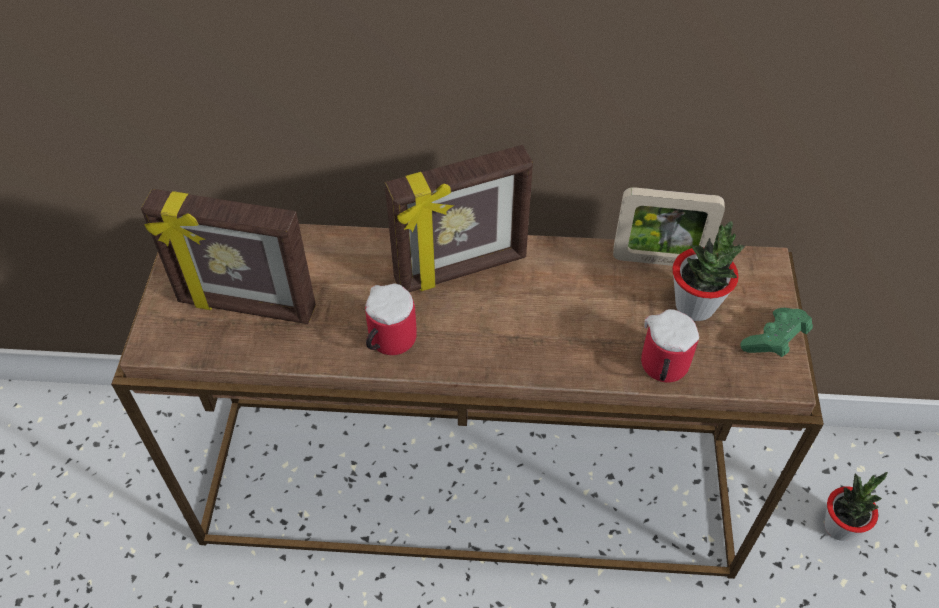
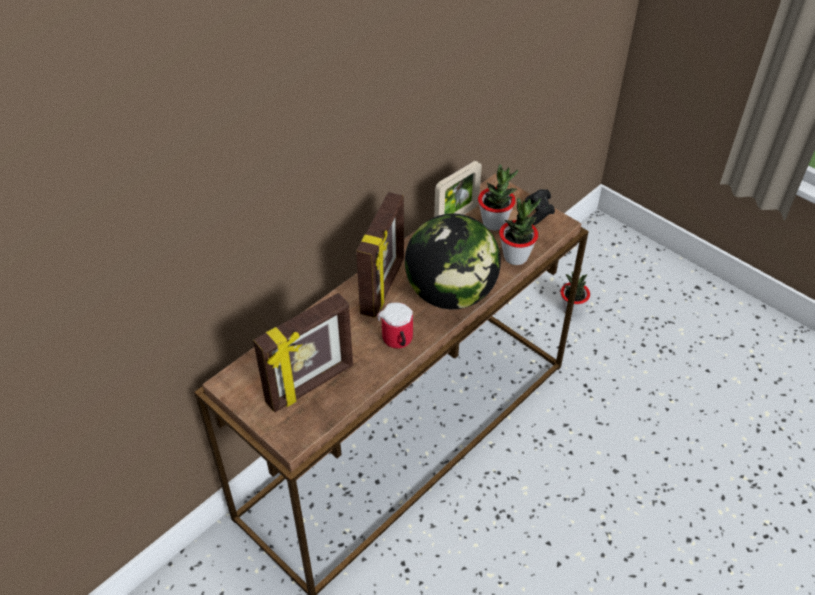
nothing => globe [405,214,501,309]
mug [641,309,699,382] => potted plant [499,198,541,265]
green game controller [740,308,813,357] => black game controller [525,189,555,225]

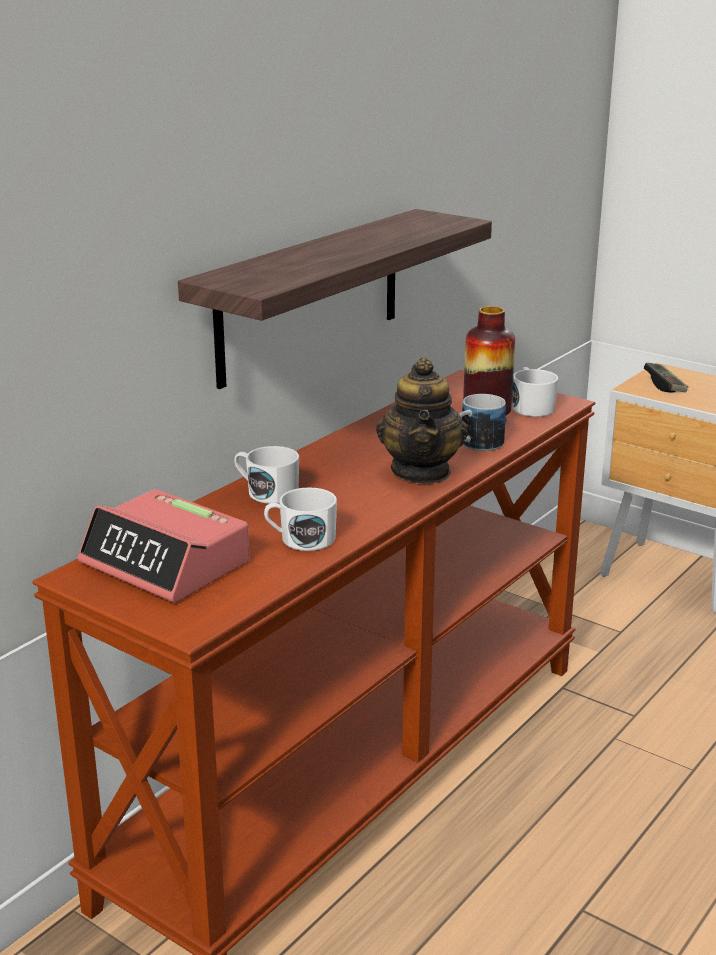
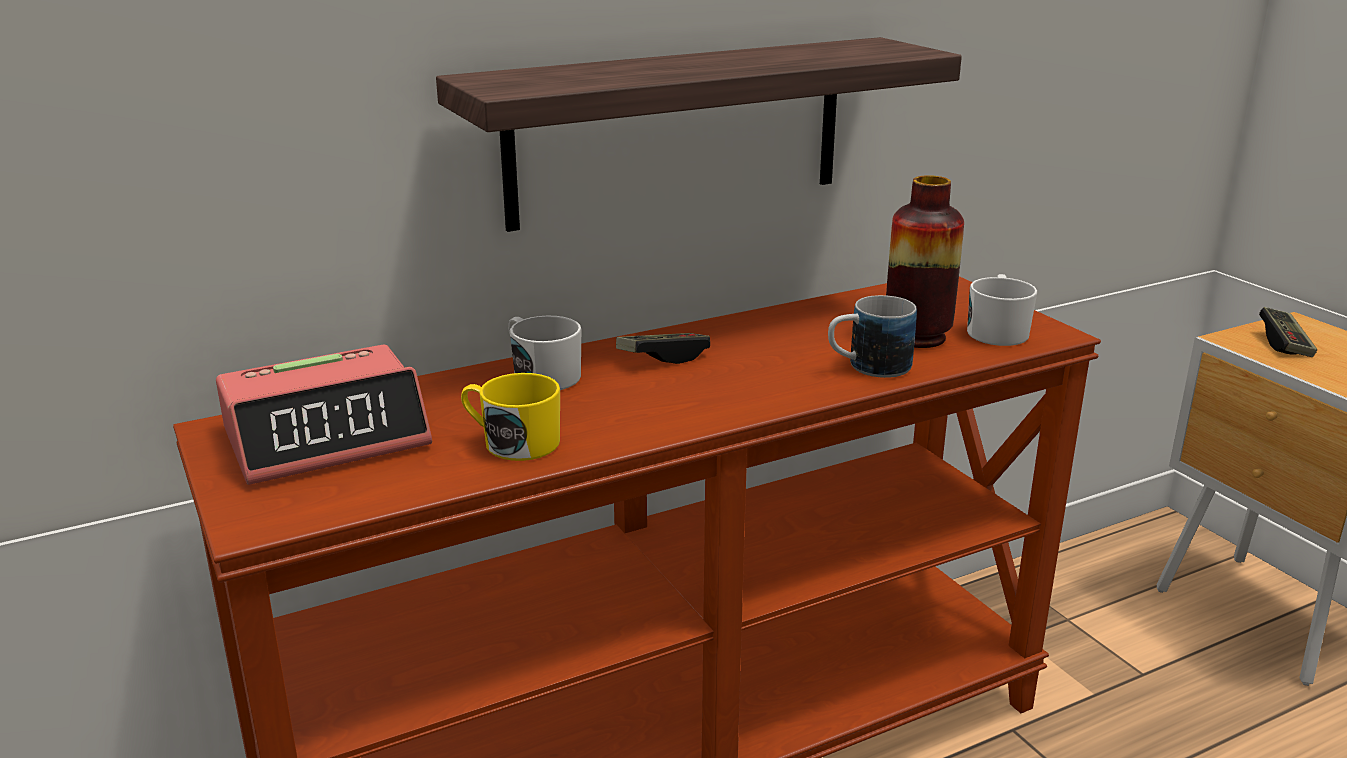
teapot [376,357,468,484] => nothing
nothing => game controller [616,333,710,364]
white mug [264,487,337,551] => yellow mug [461,373,560,461]
alarm clock [78,489,250,602] => alarm clock [216,344,432,485], 90 degrees counterclockwise

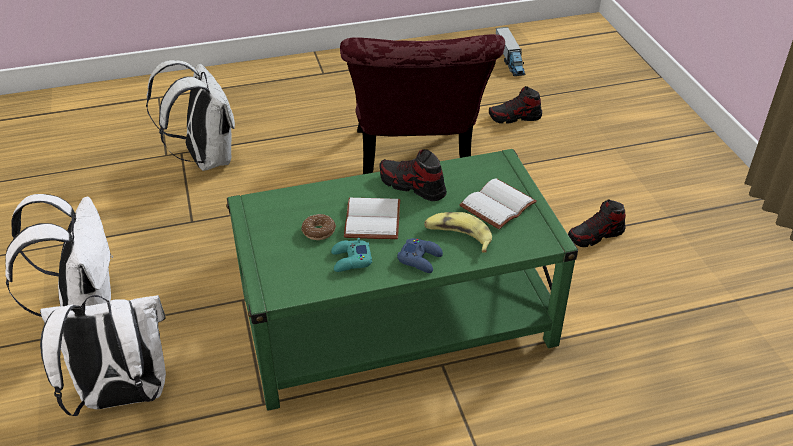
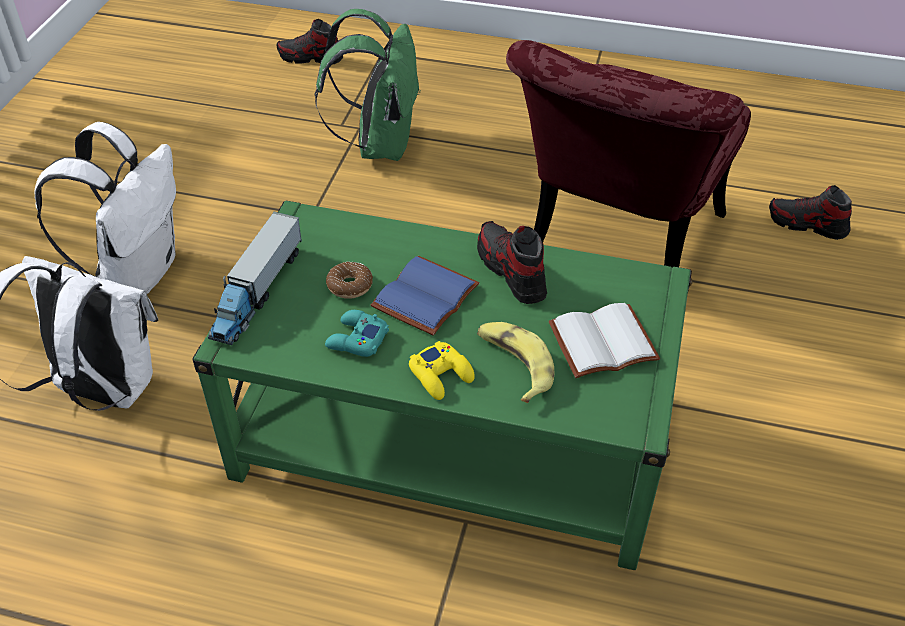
toy truck [496,27,525,76] => toy truck [208,212,302,345], moved
shoe [568,200,626,247] => shoe [276,19,343,64], moved
white backpack [146,60,235,171] => green backpack [315,9,421,161]
white book [344,198,400,239] => blue book [371,256,479,336]
blue game controller [397,238,443,273] => yellow game controller [409,341,475,400]

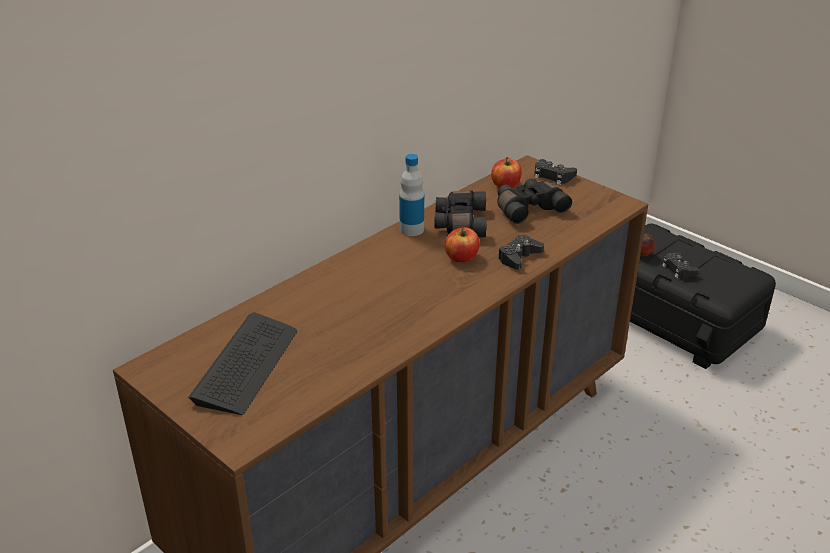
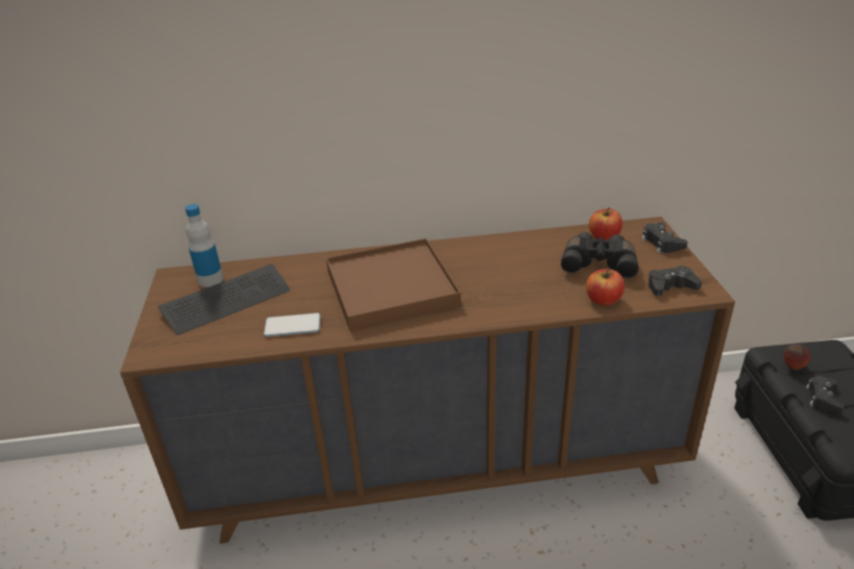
black binoculars [434,190,487,237] => nothing
nothing => phone [264,313,321,337]
nothing => brown tray [326,238,461,331]
bottle [399,154,424,236] => bottle [185,204,223,287], moved
apple [445,226,479,263] => apple [586,268,624,306], moved
black game controller [498,235,544,269] => black game controller [648,265,702,296], moved

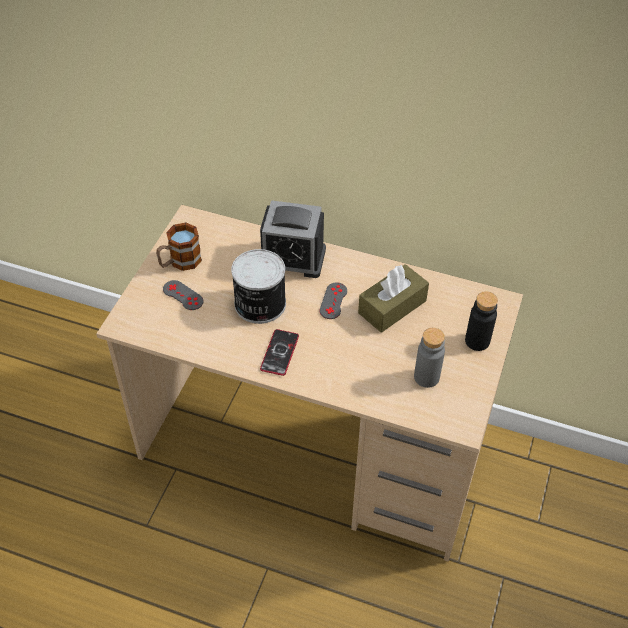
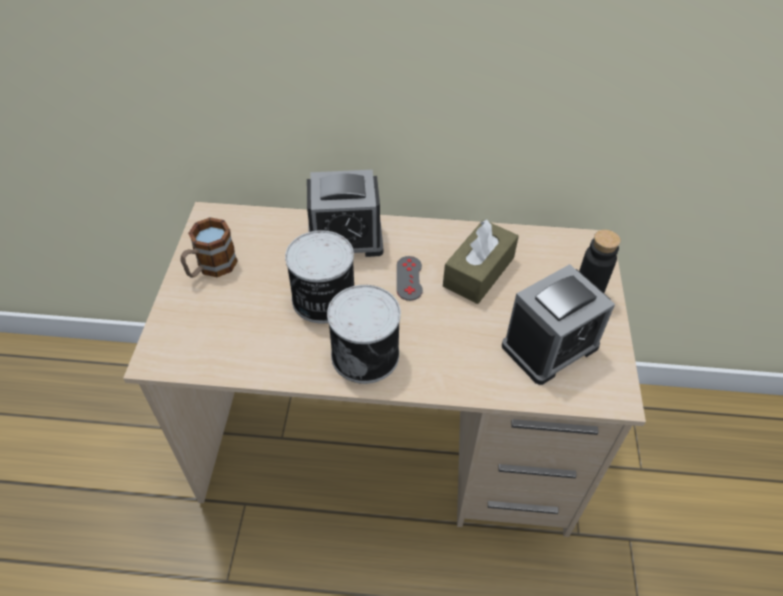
grey game controller [163,280,204,310] => nothing
phone [260,329,299,376] => can [327,285,401,384]
grey bottle [414,328,445,388] => alarm clock [502,264,615,385]

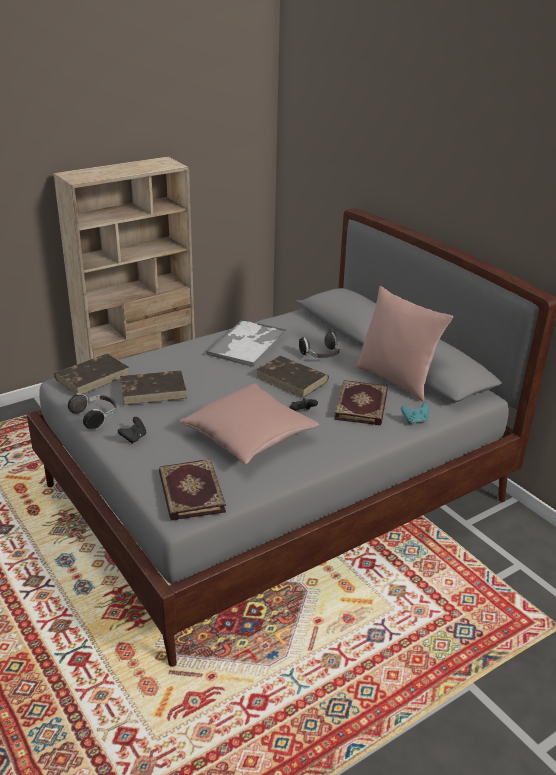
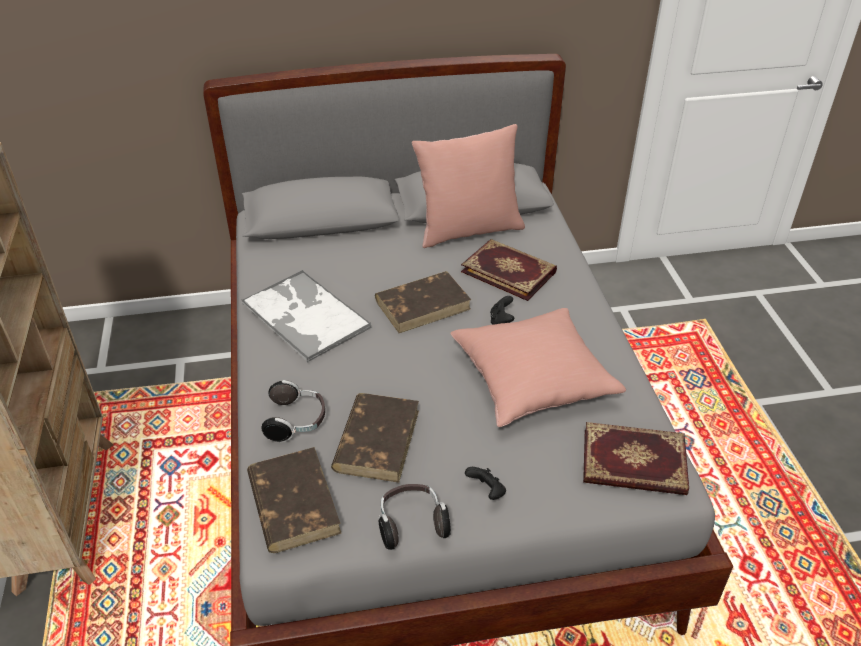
turquoise game controller [401,403,429,424] => nothing
headphones [299,332,340,358] => headphones [262,380,325,443], moved

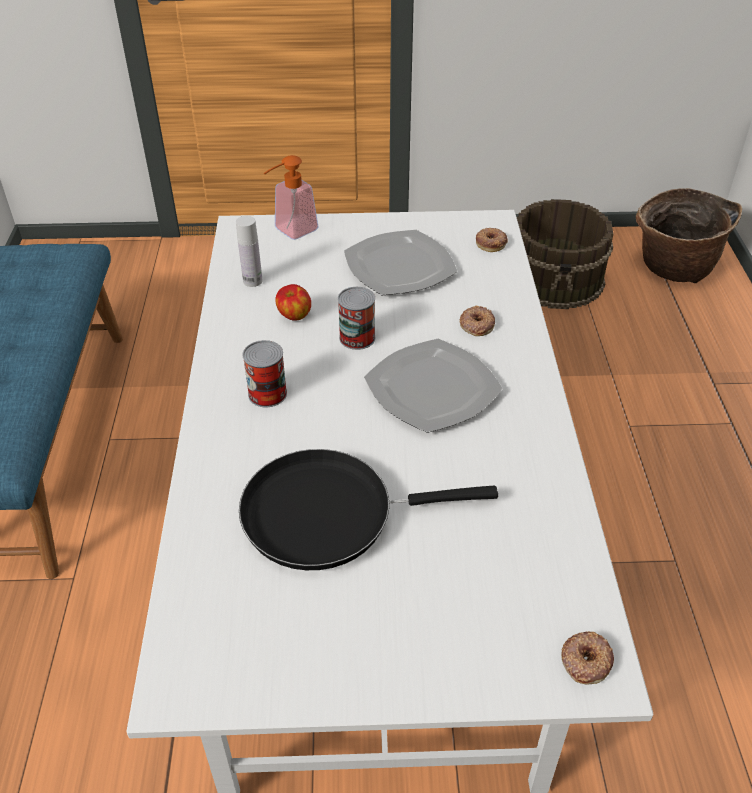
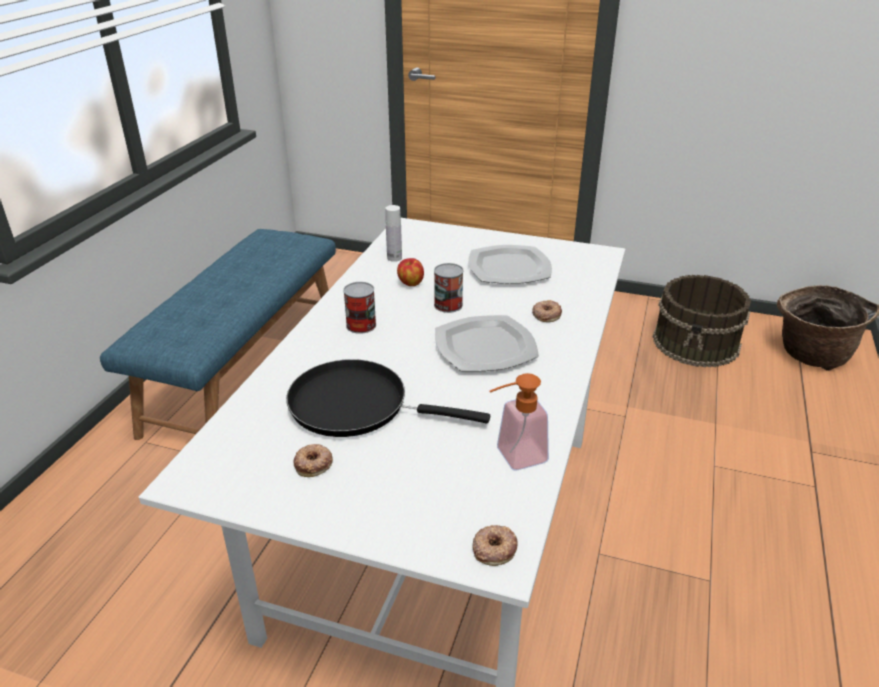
soap dispenser [264,155,319,240] => soap dispenser [489,373,549,470], moved
donut [476,228,508,252] => donut [293,444,333,477], moved

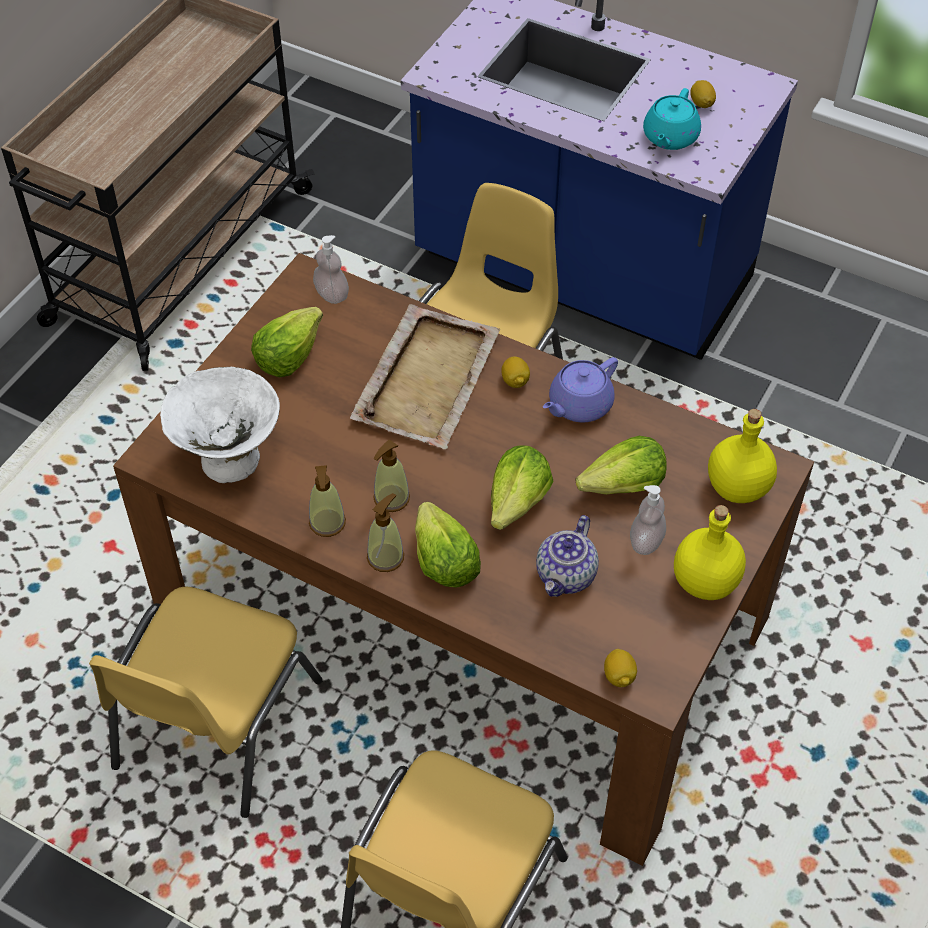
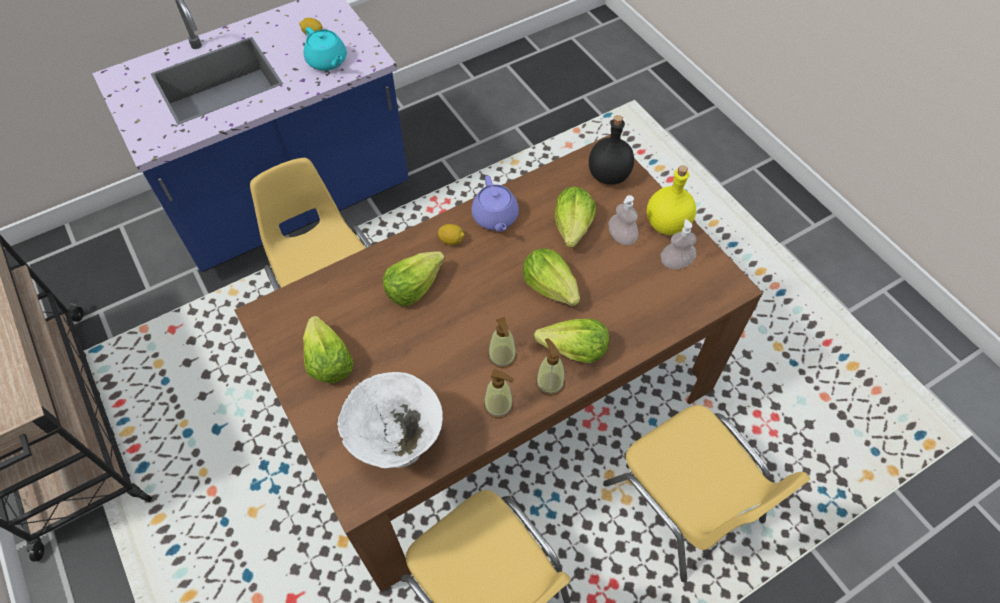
teapot [536,515,599,597] => nothing
lemon [604,649,637,687] => nothing
soap dispenser [313,235,349,304] => soap dispenser [661,219,696,269], moved
beige tray [350,304,500,449] => lettuce [383,251,445,306]
yellow bottle [708,409,777,503] => black bottle [589,115,634,185]

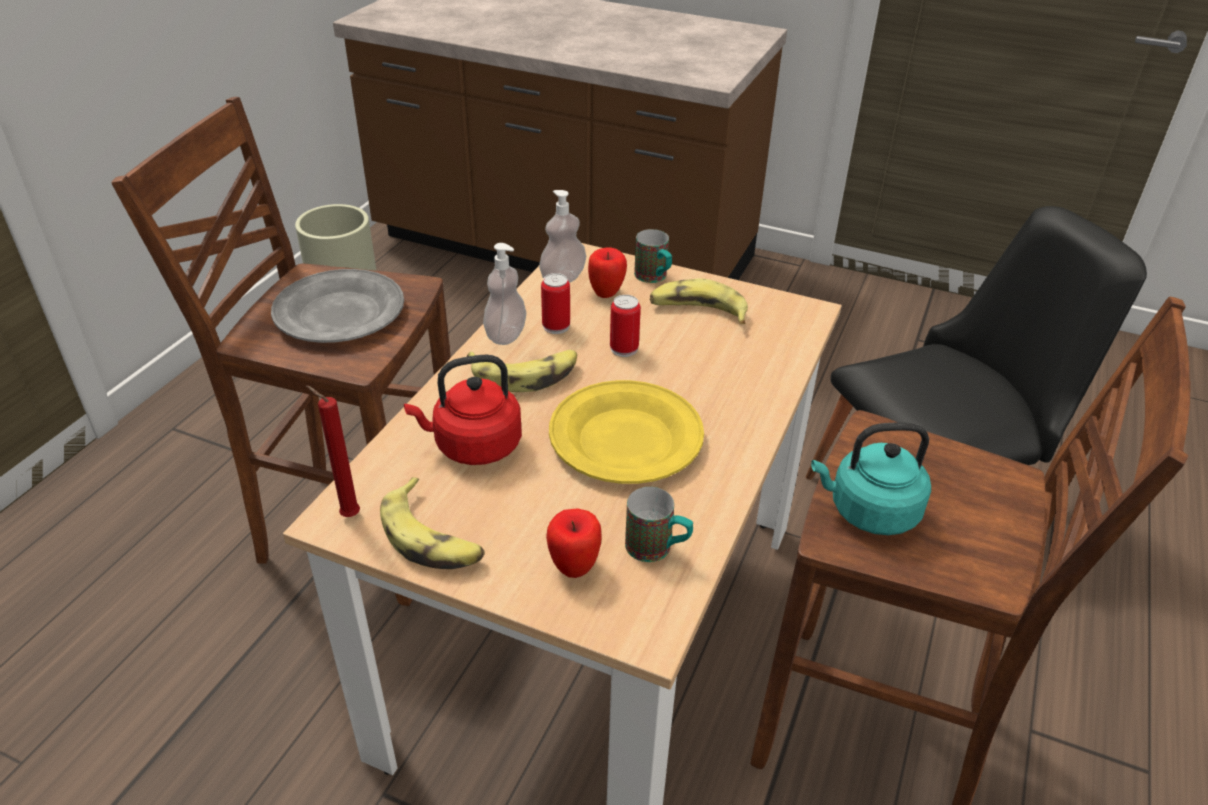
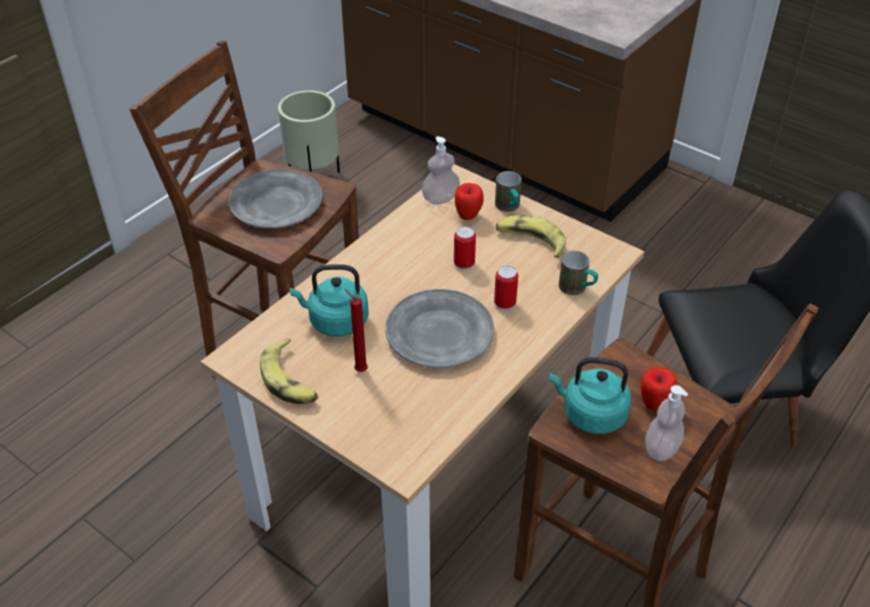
banana [467,350,577,392] => nothing
red candle [306,385,360,517] => red candle [344,289,368,372], moved
soap dispenser [483,243,526,345] => soap dispenser [645,385,688,461], moved
can [541,273,570,334] => can [494,265,518,311], moved
apple [546,508,602,578] => apple [640,367,677,411], moved
mug [625,487,693,562] => mug [559,251,598,295], moved
red kettle [404,355,522,465] => turquoise kettle [290,264,369,337]
yellow plate [549,380,704,484] => grey plate [385,289,494,368]

